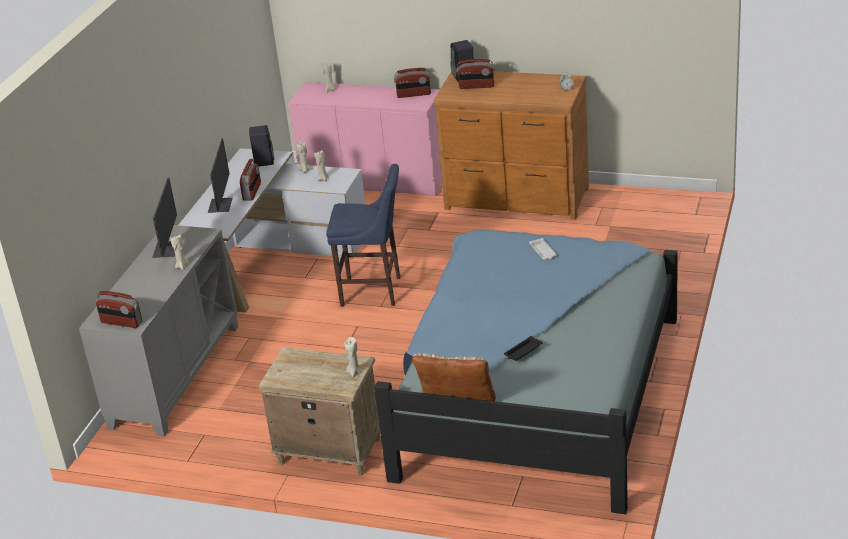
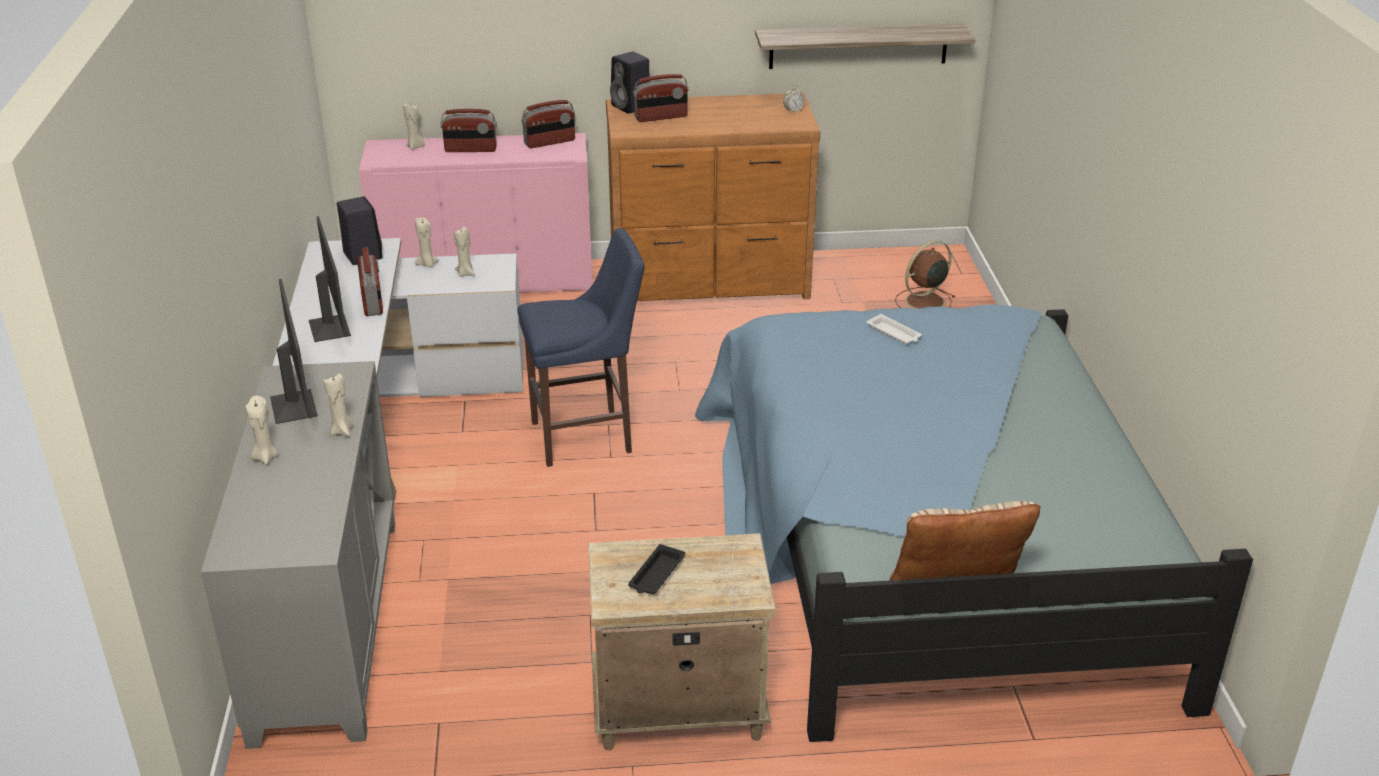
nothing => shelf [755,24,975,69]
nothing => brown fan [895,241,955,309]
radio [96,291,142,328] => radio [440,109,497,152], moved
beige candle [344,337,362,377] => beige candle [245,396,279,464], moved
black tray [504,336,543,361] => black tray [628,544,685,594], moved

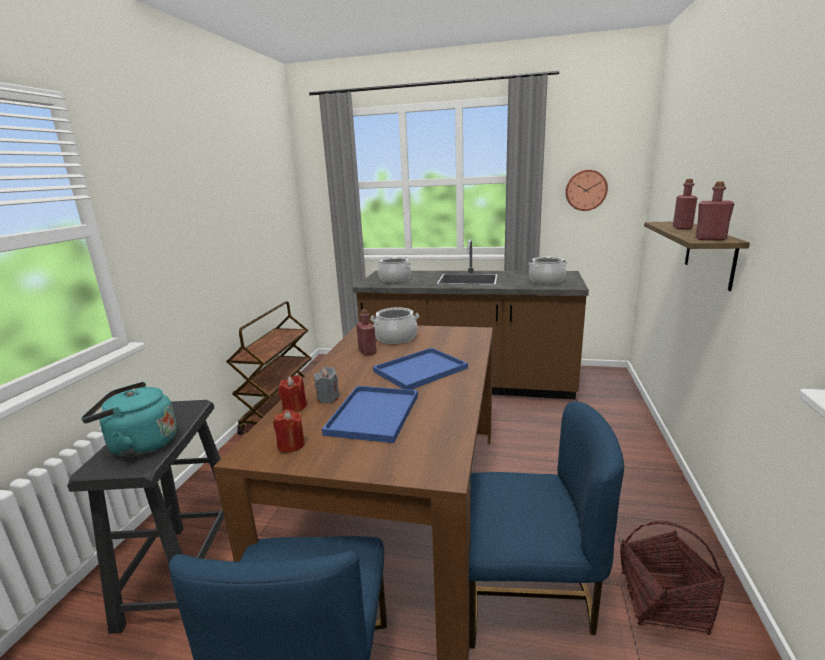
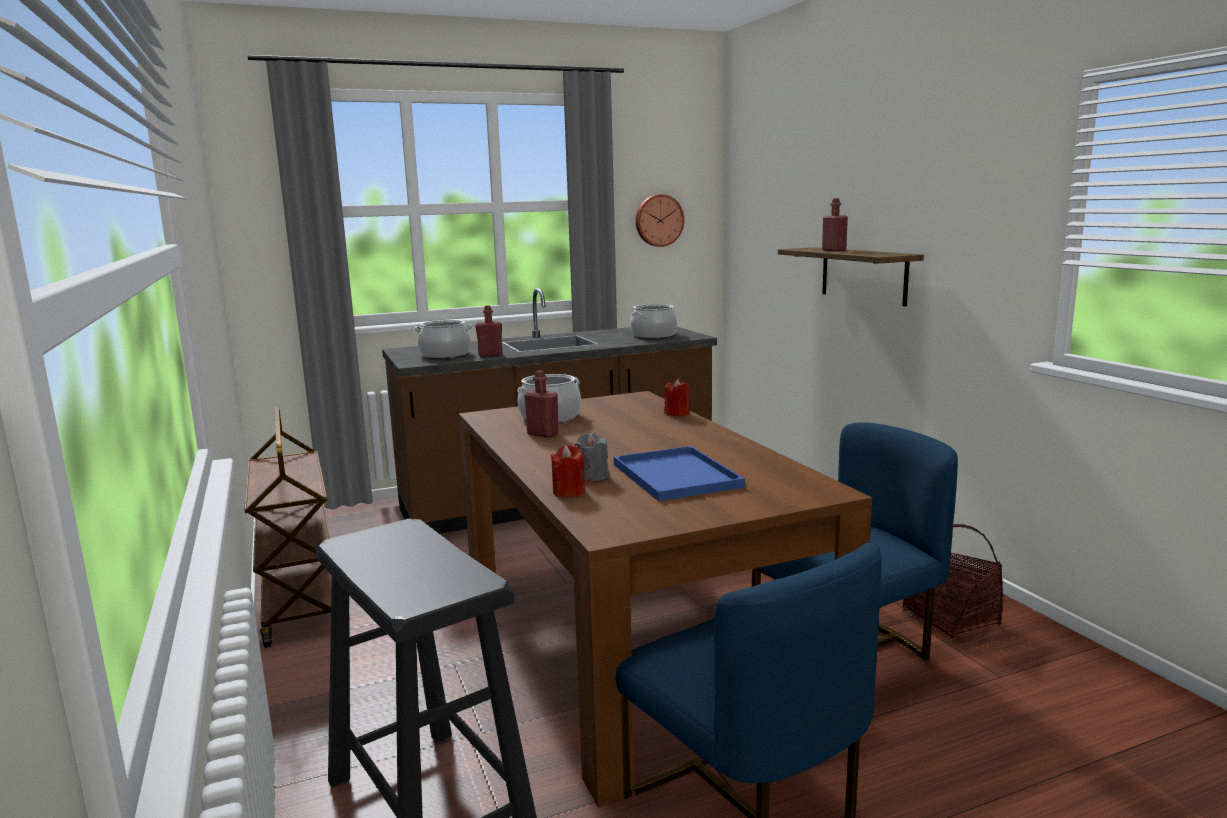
turquoise kettle [81,382,176,457] => nothing
blue tray [373,348,468,390] => nothing
red candle [273,410,305,453] => red candle [664,379,690,417], moved
red bottle [695,181,735,240] => red bottle [475,305,503,357], moved

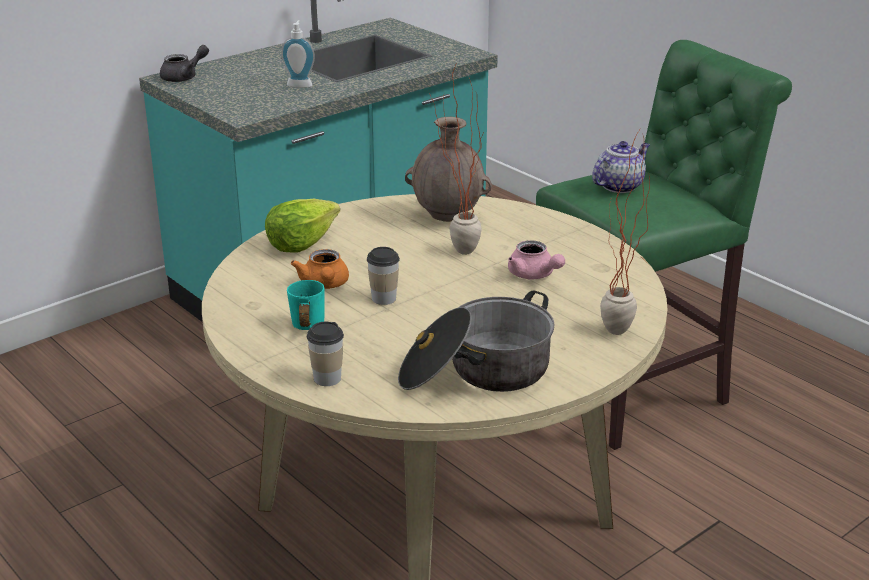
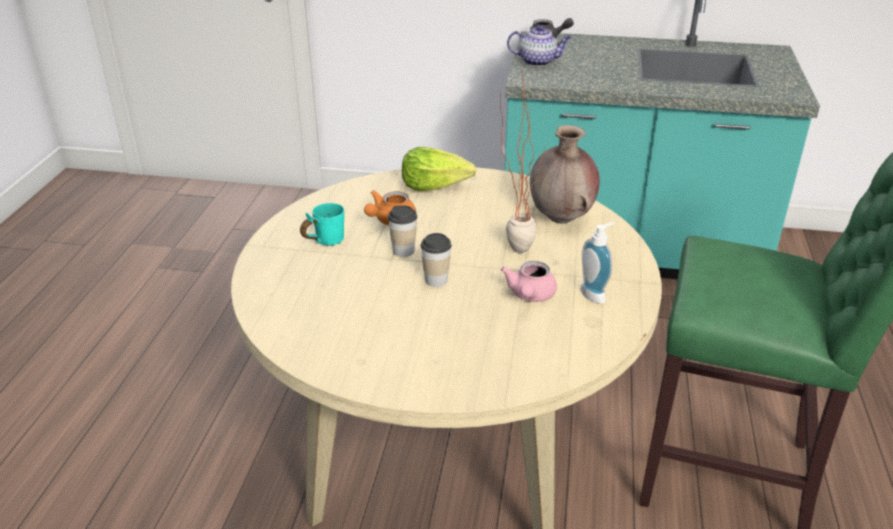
cooking pot [398,290,554,392] => nothing
potted plant [600,131,650,335] => nothing
soap dispenser [281,20,315,88] => soap dispenser [580,222,615,304], moved
cup [307,322,344,386] => cup [421,233,452,287], moved
teapot [592,141,650,193] => teapot [507,25,571,66], moved

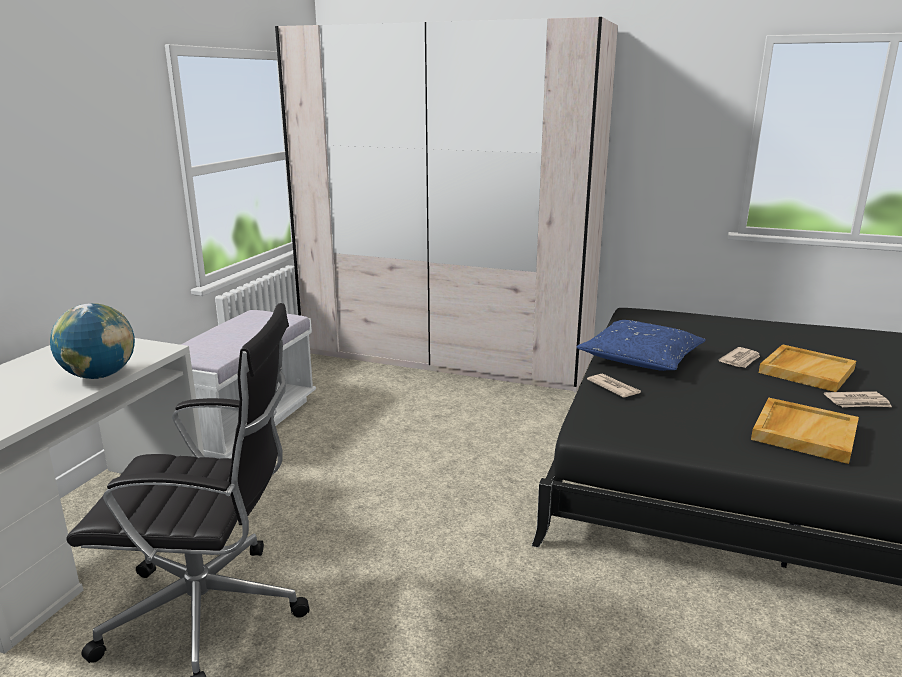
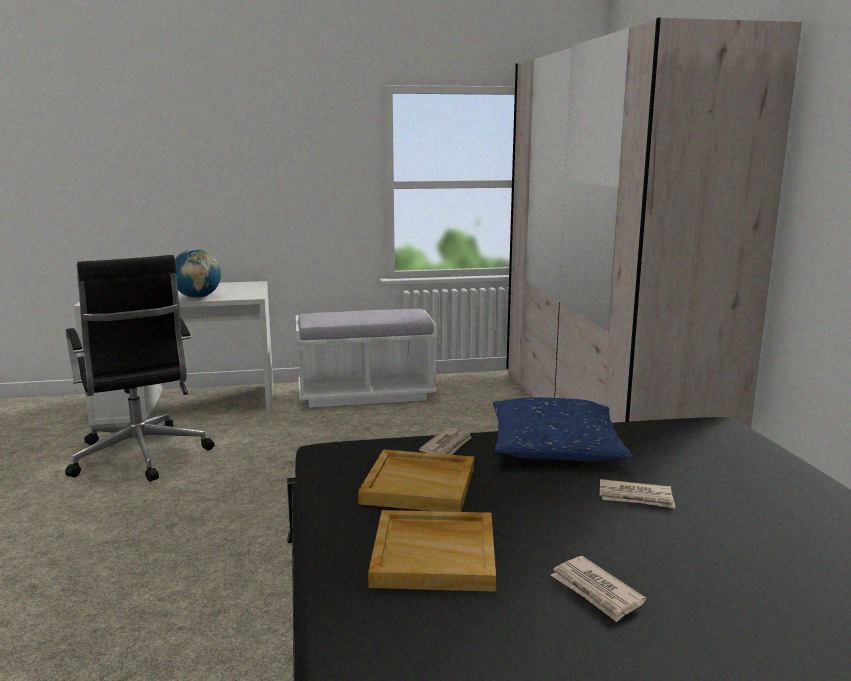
beige tray [759,344,856,392] => beige tray [358,449,474,512], moved

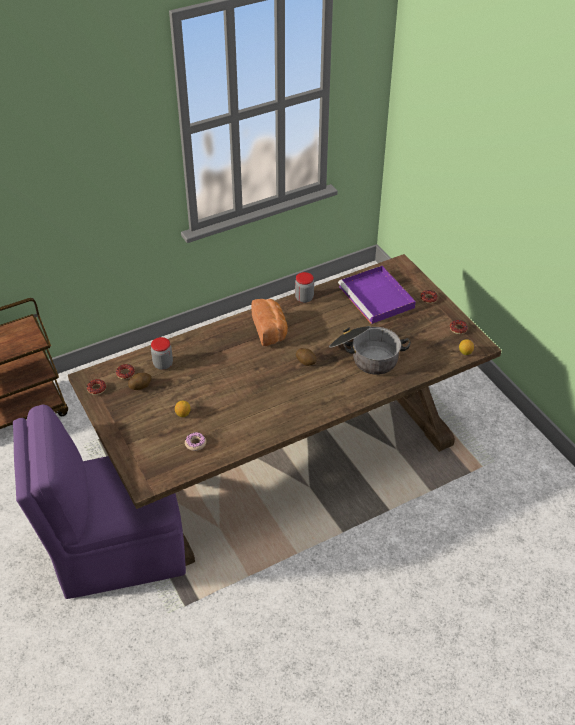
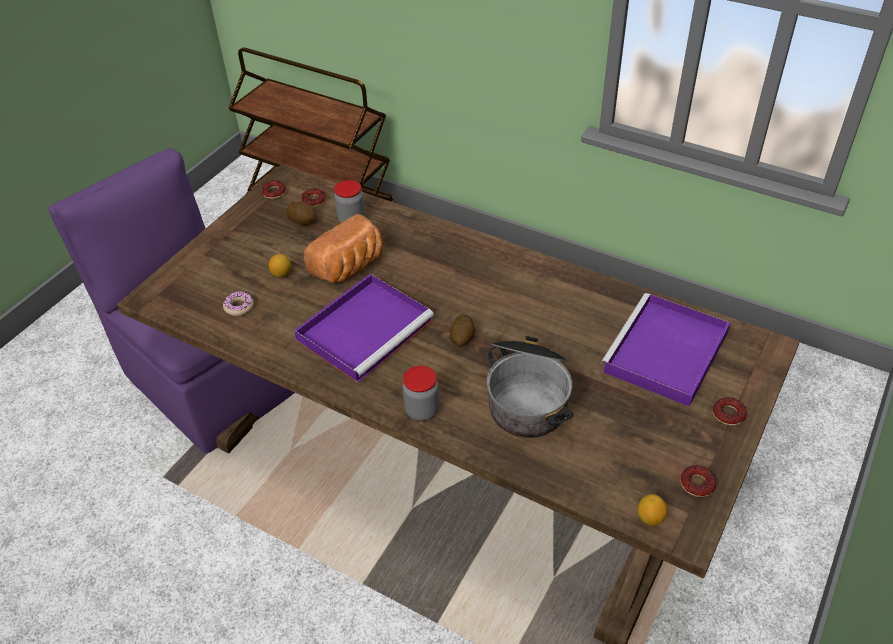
nothing => purple tray [294,274,434,382]
bread [251,299,288,346] => bread [304,214,383,283], moved
jar [295,272,314,303] => jar [403,366,439,421], moved

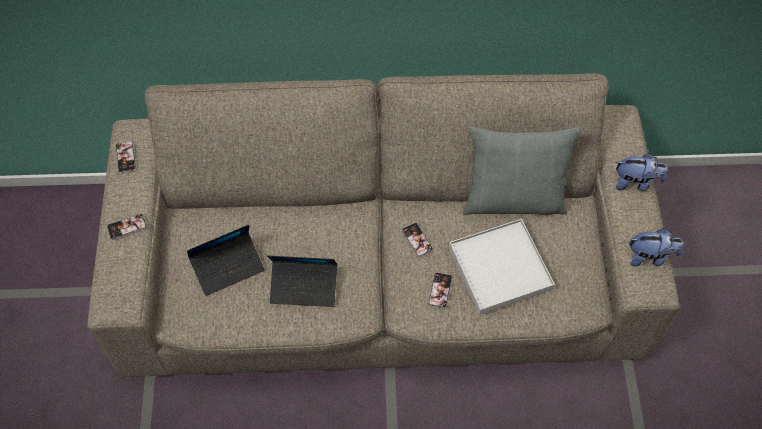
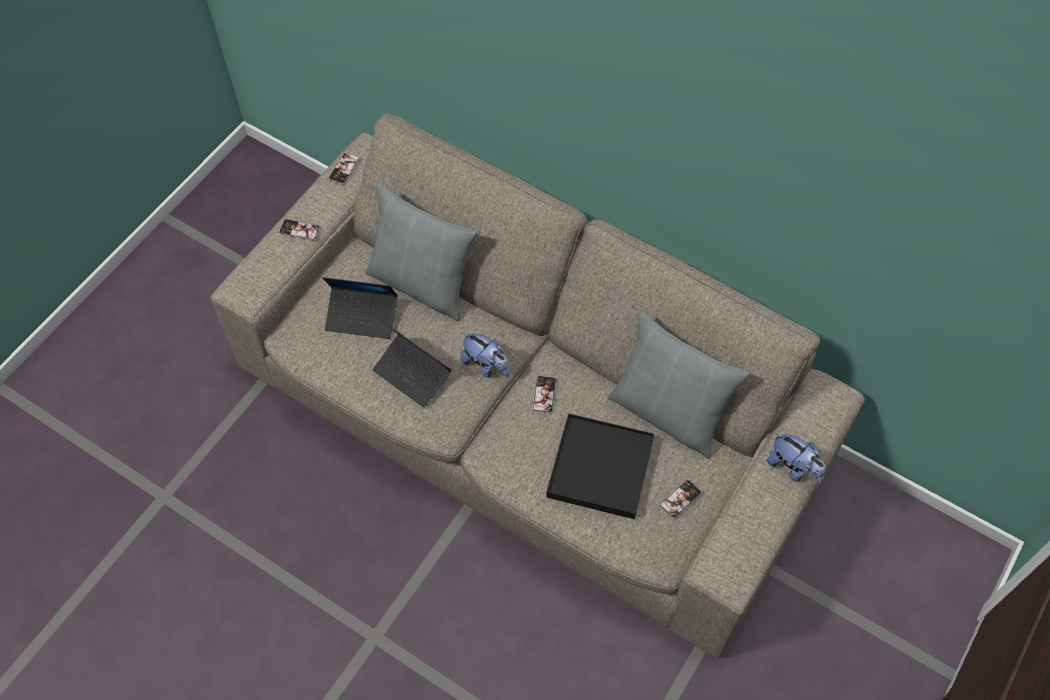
nothing => grey pillow [365,183,478,321]
phone [428,272,452,309] => phone [660,480,702,519], moved
plush toy [629,228,683,267] => plush toy [461,332,510,378], moved
white tray [449,219,555,315] => black tray [546,413,654,519]

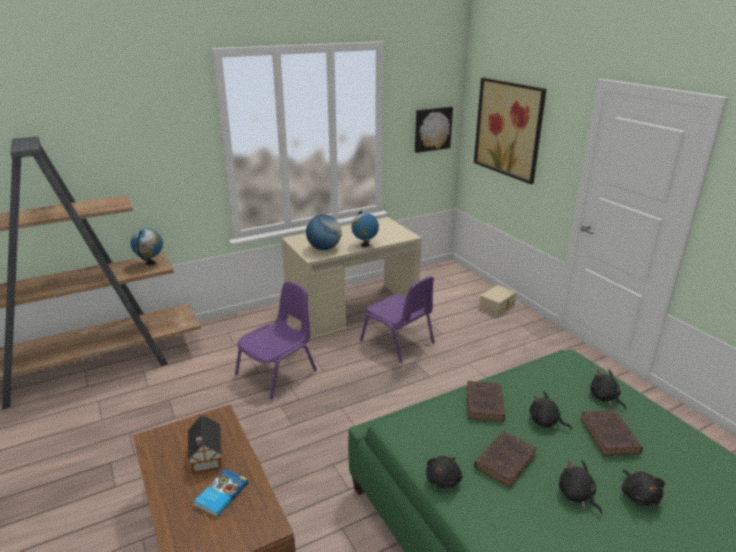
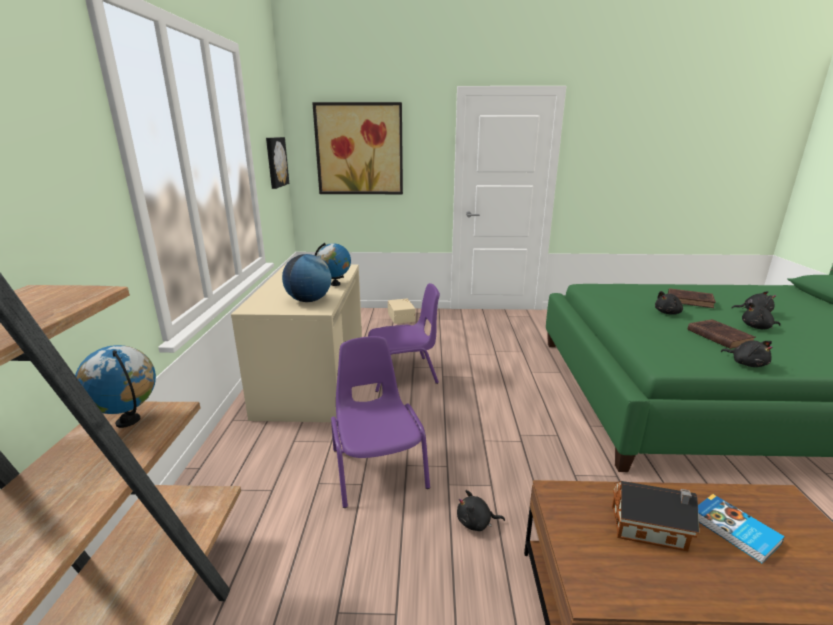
brown book [467,381,505,422] => nothing
black plush toy [590,369,626,409] => black plush toy [457,490,505,531], moved

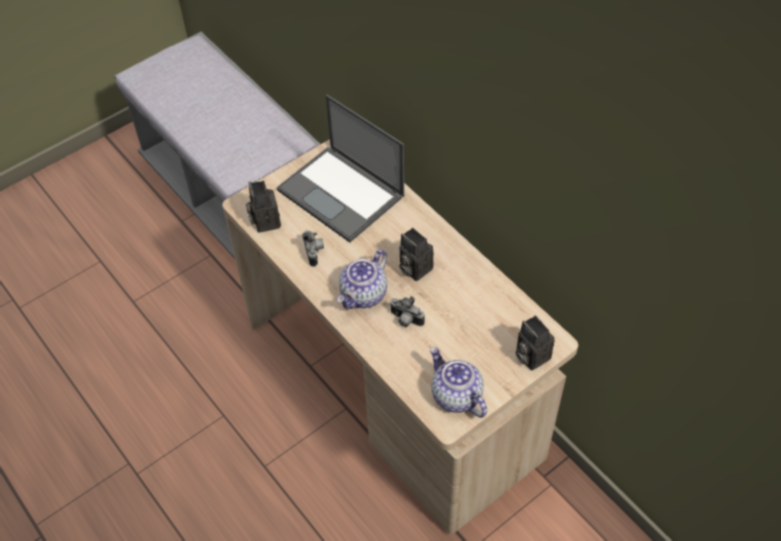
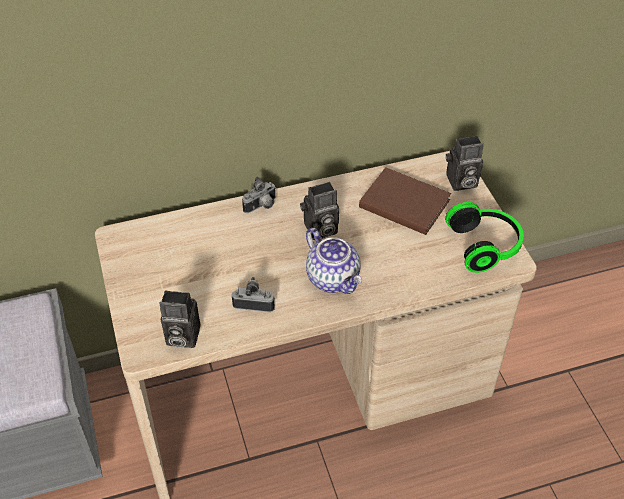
laptop [277,94,404,243] => nothing
nothing => brown book [359,167,451,235]
photo camera [390,296,425,327] => photo camera [242,177,276,213], moved
teapot [430,347,487,418] => headphones [445,202,524,273]

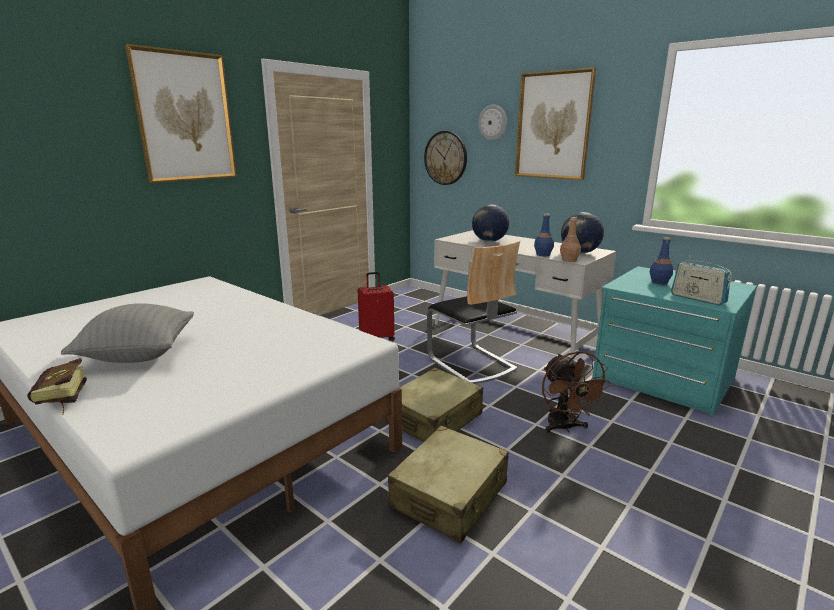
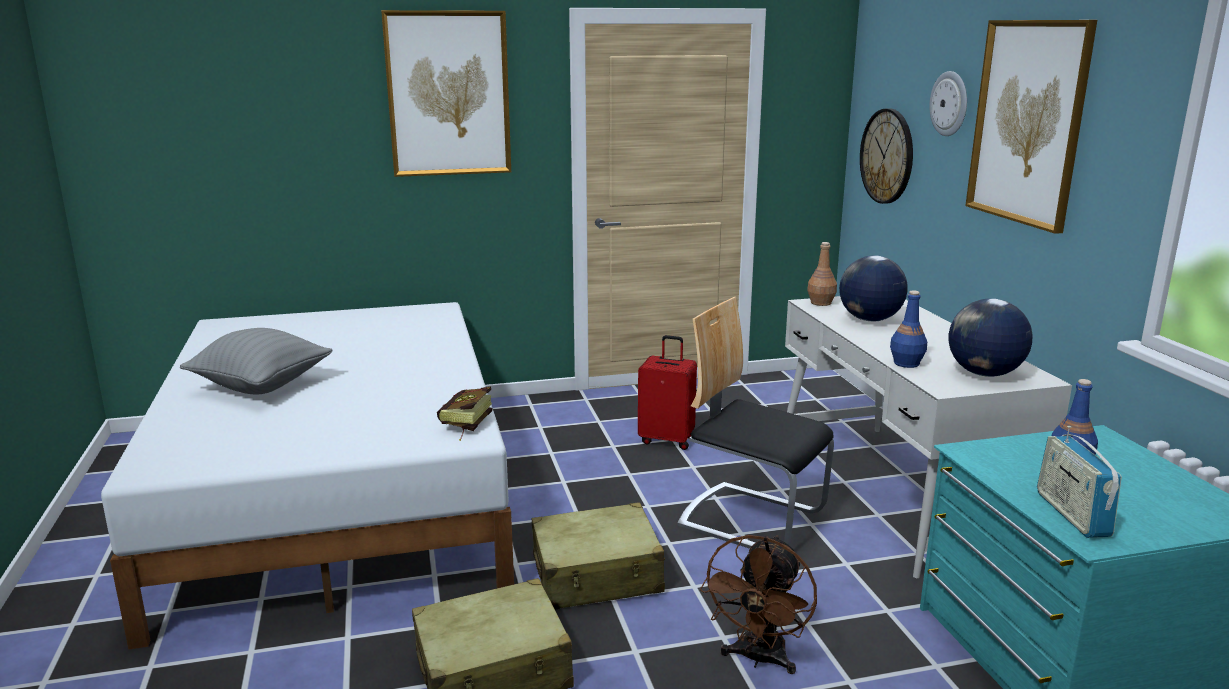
book [27,358,87,415] => book [437,386,492,441], moved
brown bottle [560,217,581,262] => brown bottle [807,242,837,306], moved
chair [427,241,520,384] => chair [677,297,834,549], 120 degrees clockwise

